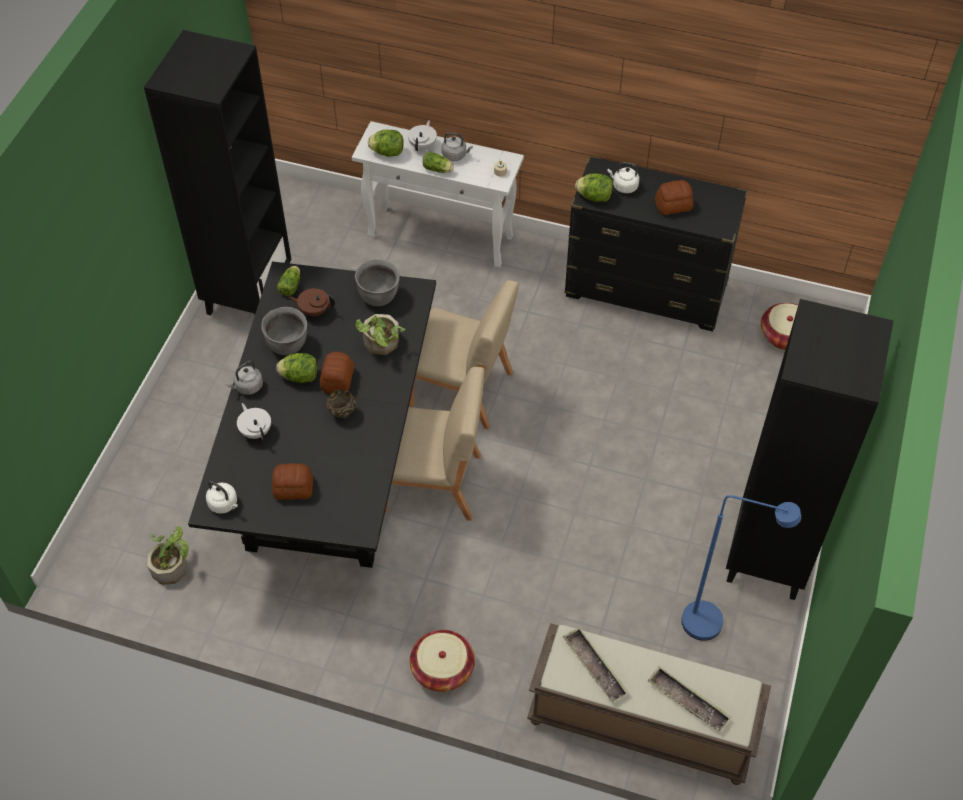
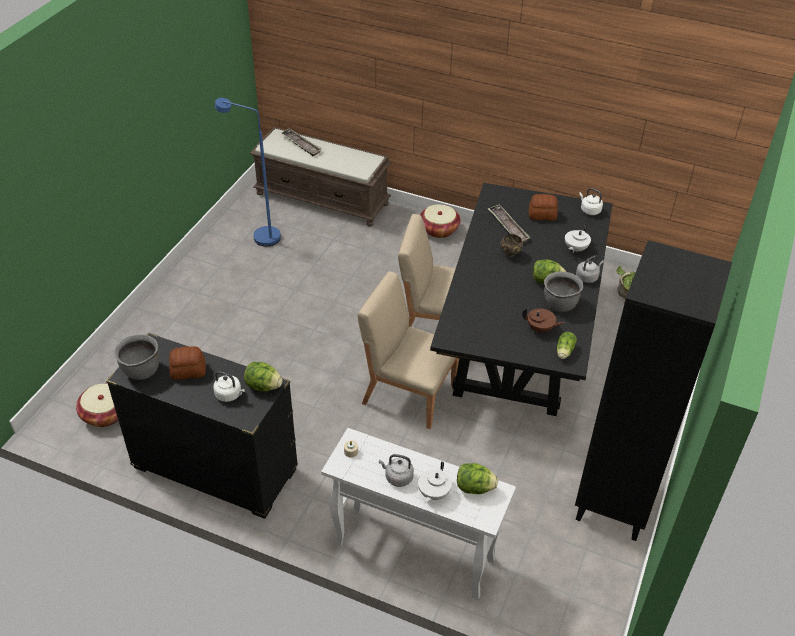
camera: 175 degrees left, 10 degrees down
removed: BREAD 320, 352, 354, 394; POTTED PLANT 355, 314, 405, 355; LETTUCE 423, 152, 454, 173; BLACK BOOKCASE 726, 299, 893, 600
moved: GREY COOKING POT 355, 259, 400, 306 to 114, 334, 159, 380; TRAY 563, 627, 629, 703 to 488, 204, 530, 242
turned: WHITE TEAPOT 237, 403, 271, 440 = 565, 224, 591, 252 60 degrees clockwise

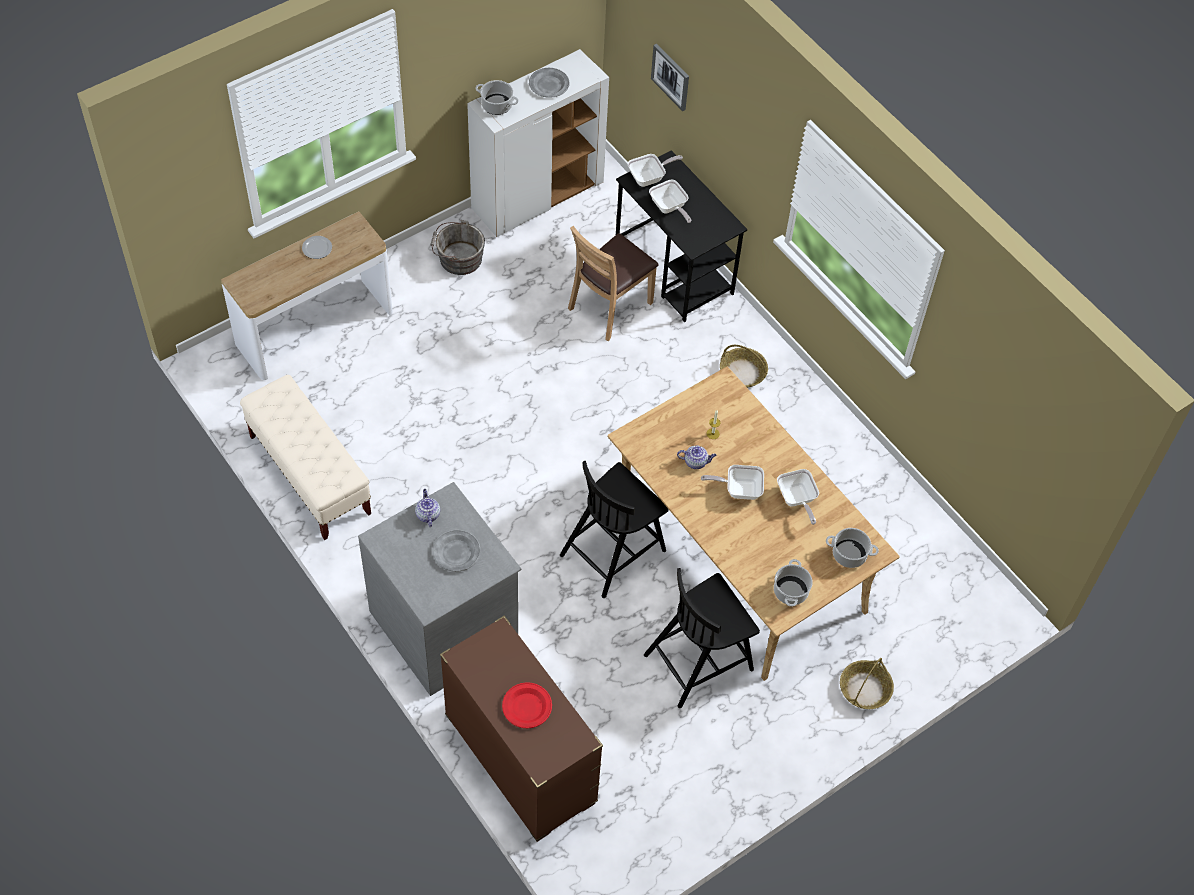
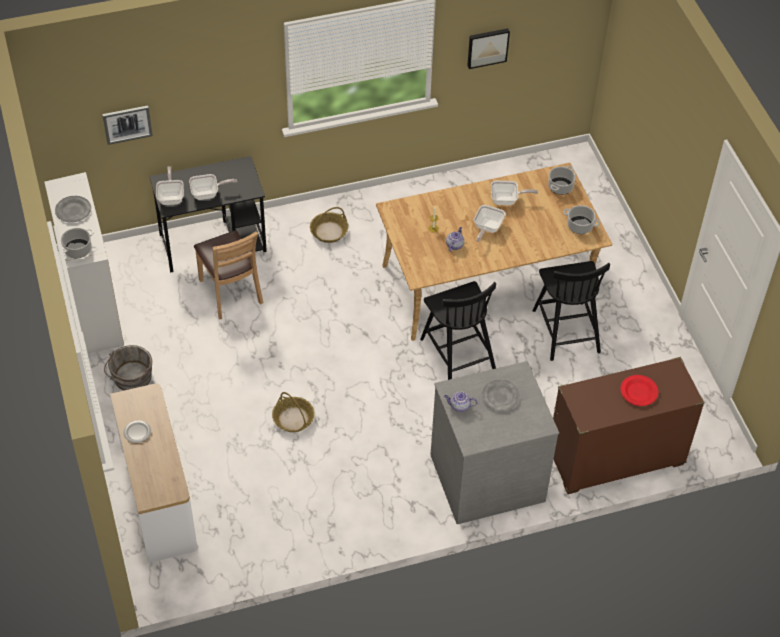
camera: 70 degrees left, 5 degrees down
removed: BEIGE BENCH 240, 375, 371, 540
added: PICTURE 467, 28, 510, 69
moved: BASKET 840, 658, 894, 709 to 272, 392, 315, 432

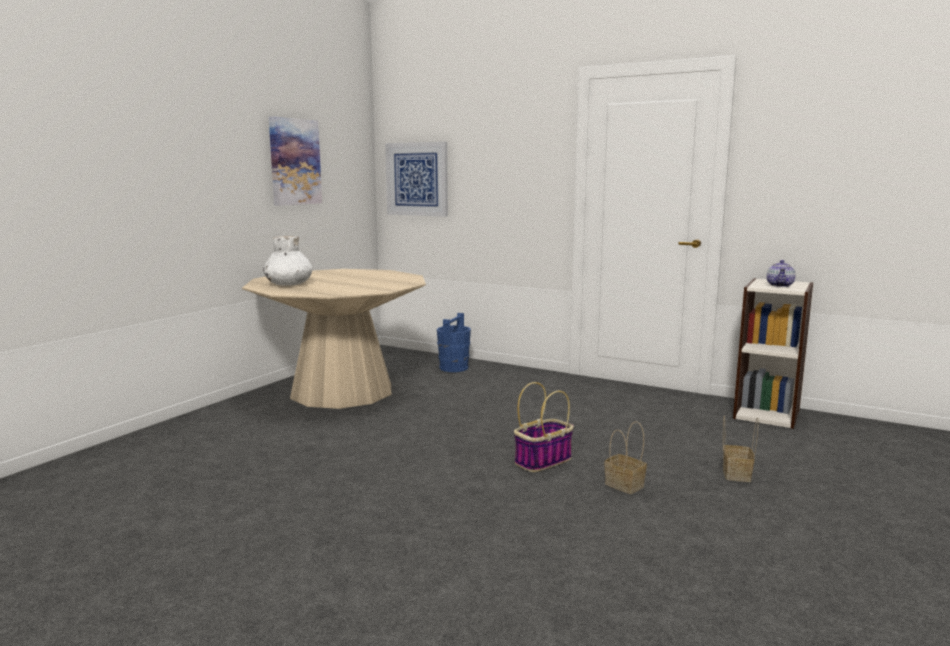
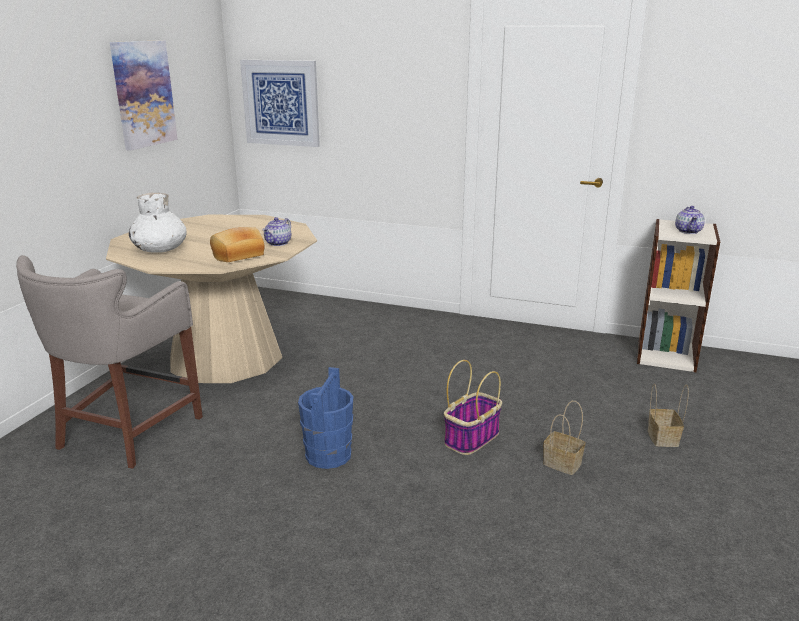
camera: 10 degrees left, 10 degrees up
added: GREY STOOL 16, 255, 203, 468; BREAD 210, 227, 265, 262; TEAPOT 263, 217, 291, 246
moved: BLUE BUCKET 437, 313, 471, 372 to 298, 367, 353, 469

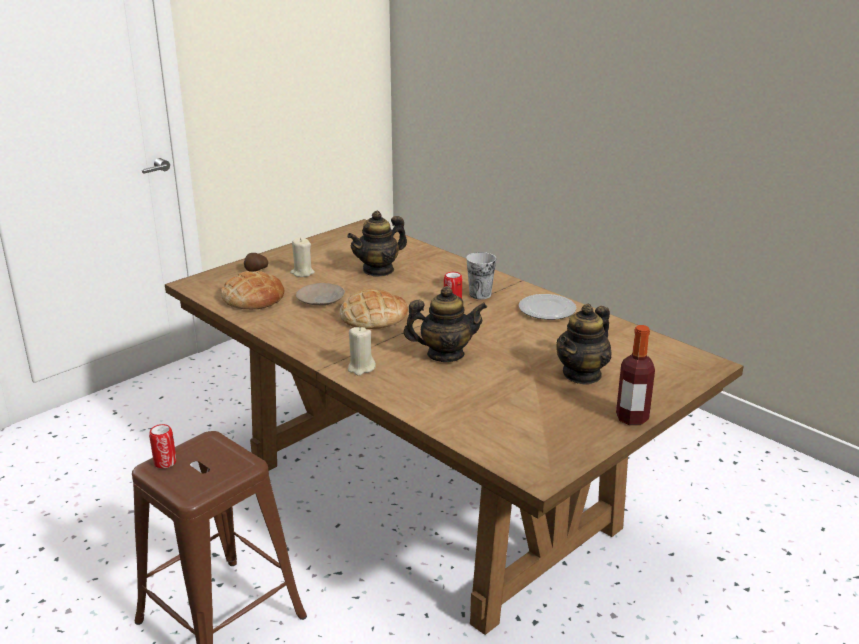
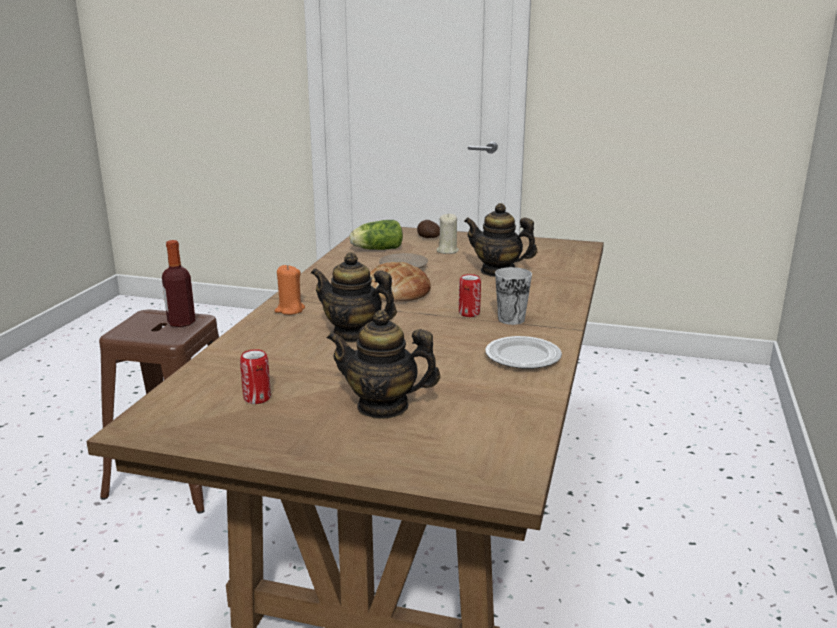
camera: 60 degrees right, 5 degrees down
moved: CAN 149, 424, 176, 468 to 240, 349, 271, 404; BOTTLE 616, 325, 655, 425 to 162, 240, 195, 327
replaced: BREAD 221, 271, 284, 309 to LETTUCE 350, 220, 403, 250
recoloured: BEIGE CANDLE 348, 327, 376, 376 to ORANGE CANDLE 275, 265, 305, 315
turned: TEAPOT 404, 286, 487, 362 = 311, 252, 397, 342 150 degrees clockwise

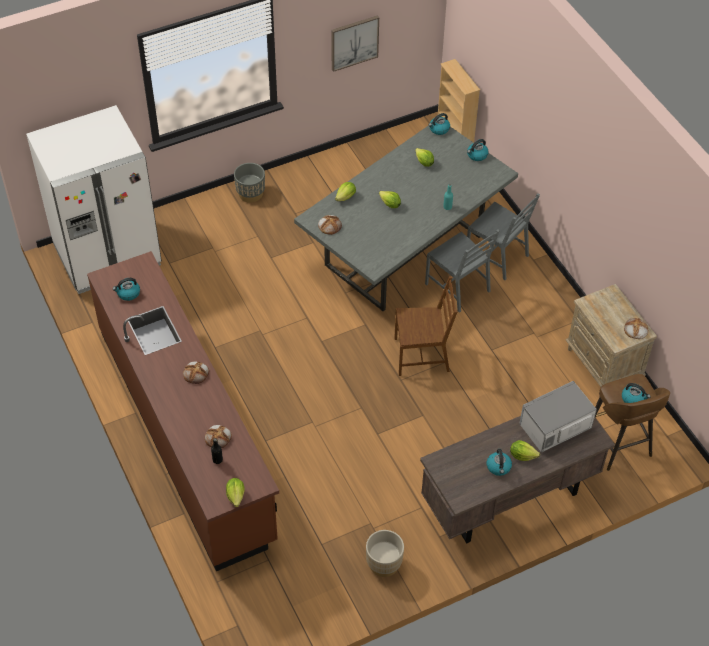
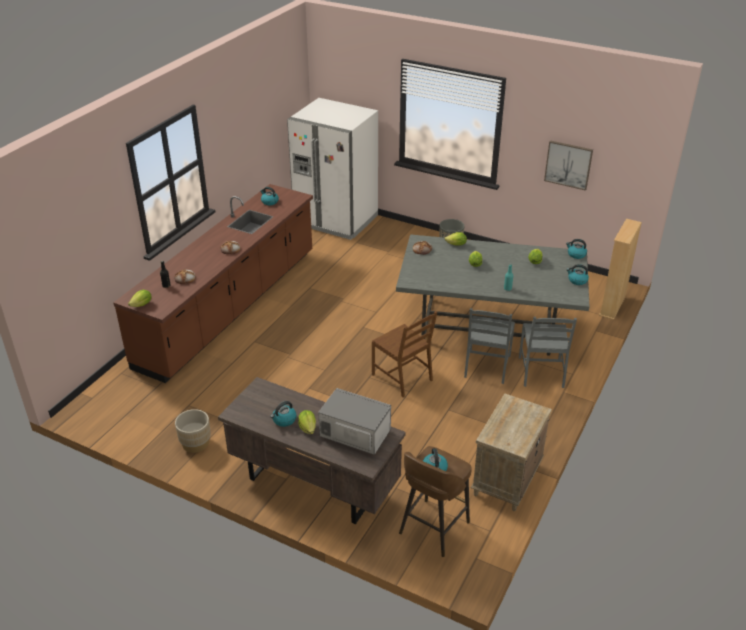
camera: 55 degrees right, 15 degrees down
removed: BREAD 624, 318, 648, 339

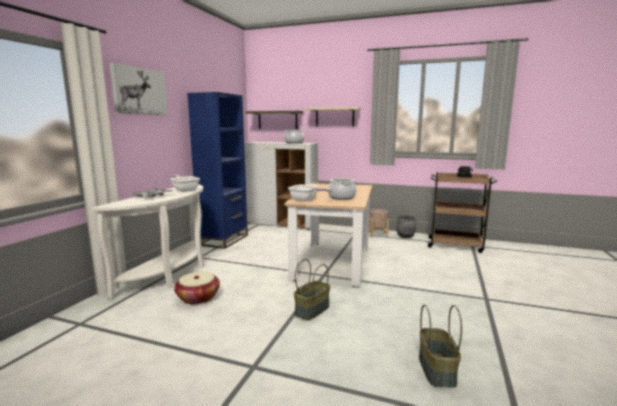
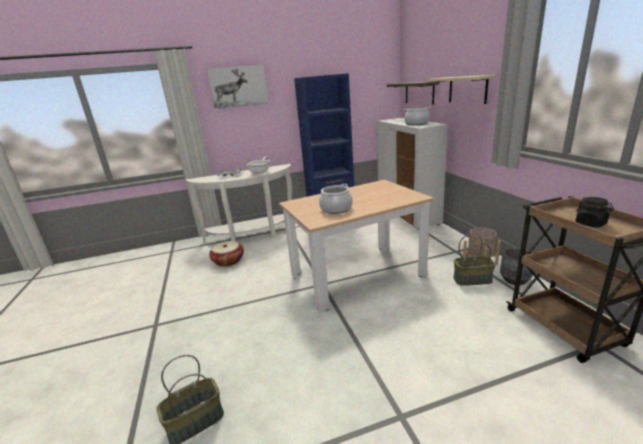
camera: 55 degrees right, 10 degrees up
removed: FRYING PAN 288, 184, 333, 201
moved: BASKET 294, 259, 330, 320 to 453, 234, 496, 286

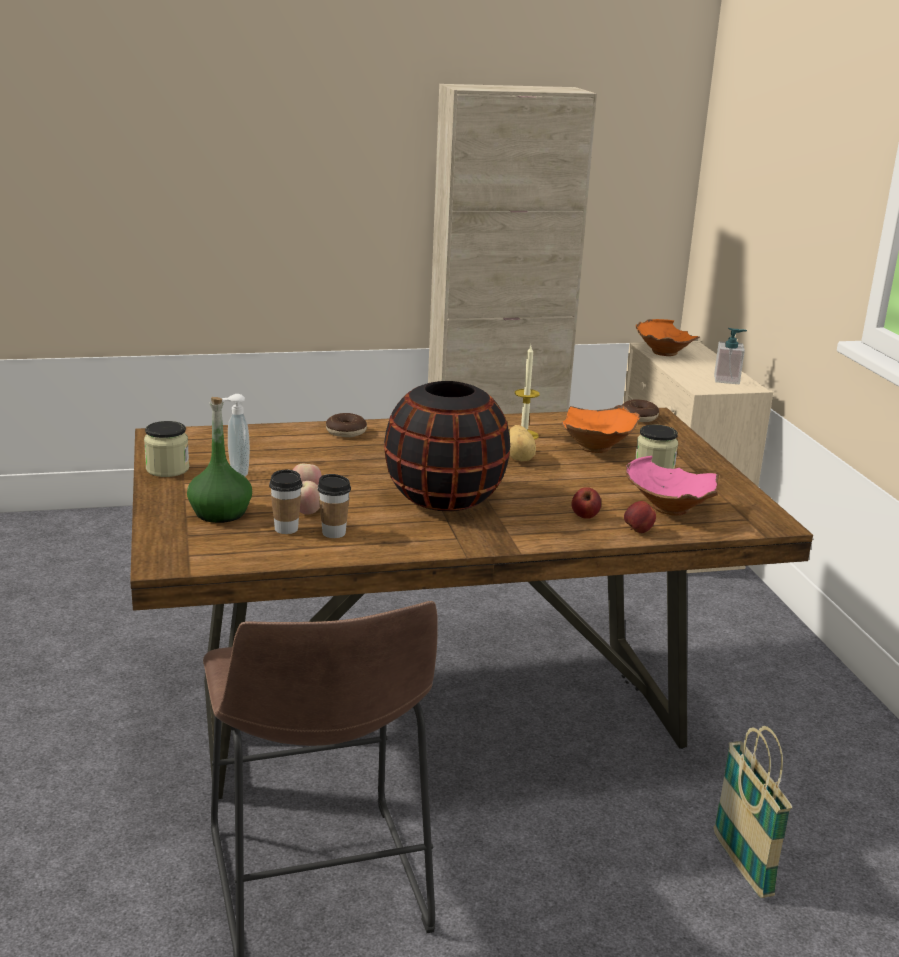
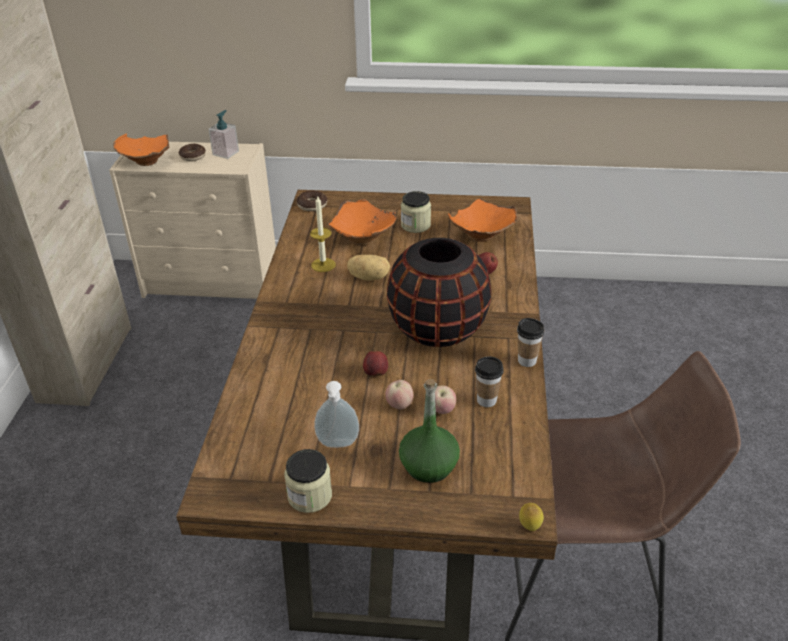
camera: 70 degrees left, 15 degrees up
removed: BASKET 714, 726, 792, 898
added: LEMON 519, 503, 544, 531
moved: CUP 269, 469, 303, 534 to 517, 318, 544, 367; DONUT 326, 413, 367, 437 to 179, 144, 206, 162; APPLE 624, 501, 656, 533 to 363, 351, 388, 377
recoloured: PINK BOWL 626, 456, 719, 516 to ORANGE BOWL 448, 198, 518, 242

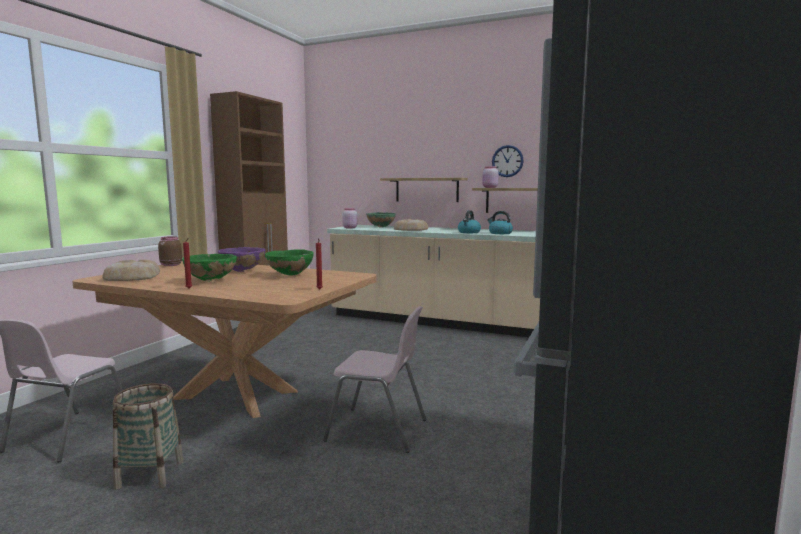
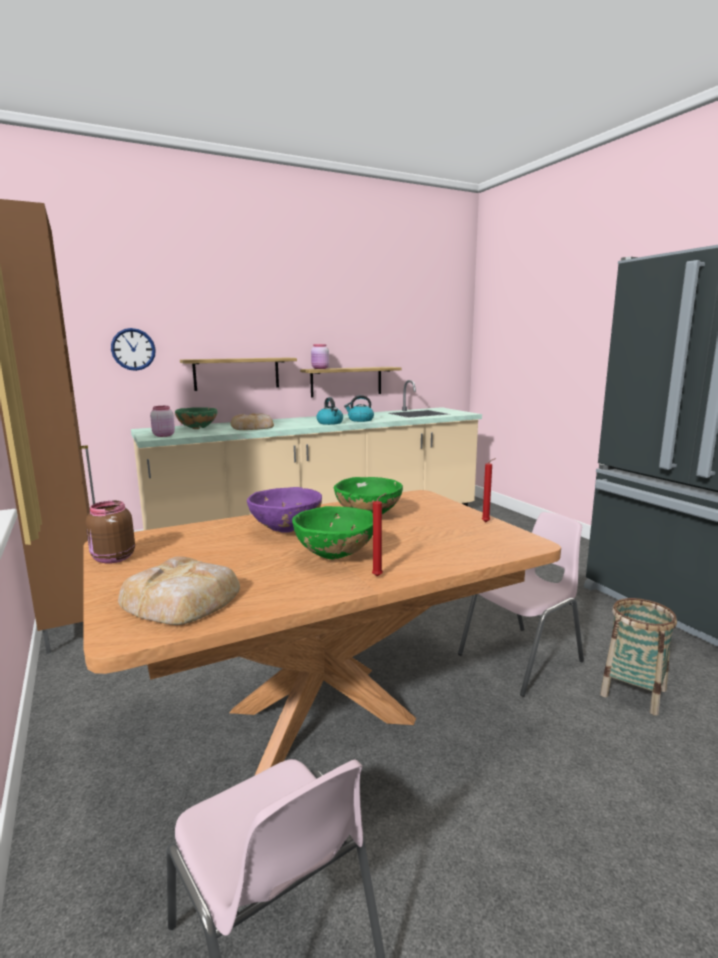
camera: 50 degrees left, 5 degrees up
moved: BASKET 113, 383, 184, 489 to 600, 598, 677, 716; WALL CLOCK 492, 145, 524, 177 to 111, 328, 156, 371

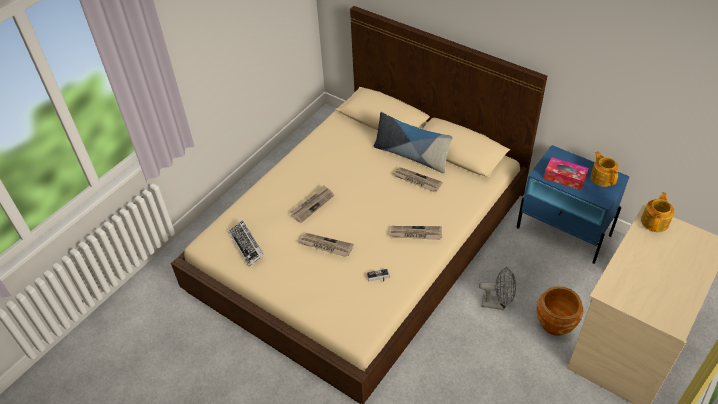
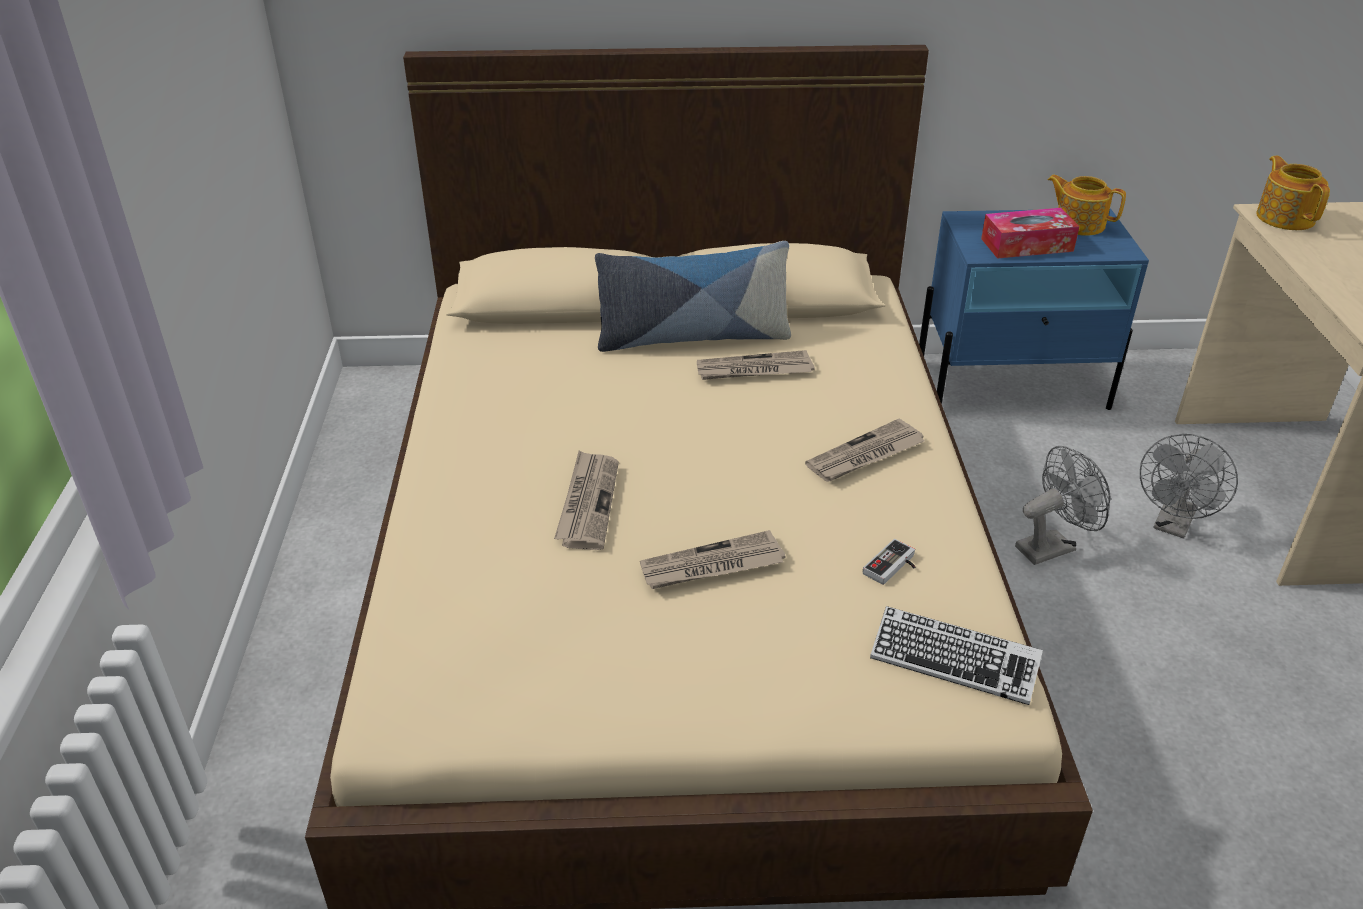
camera: 40 degrees left, 10 degrees down
moved: KEYBOARD 228, 220, 264, 266 to 870, 606, 1043, 705
replaced: BROWN PLANTER 537, 286, 583, 336 to GREY FAN 1140, 434, 1238, 538

